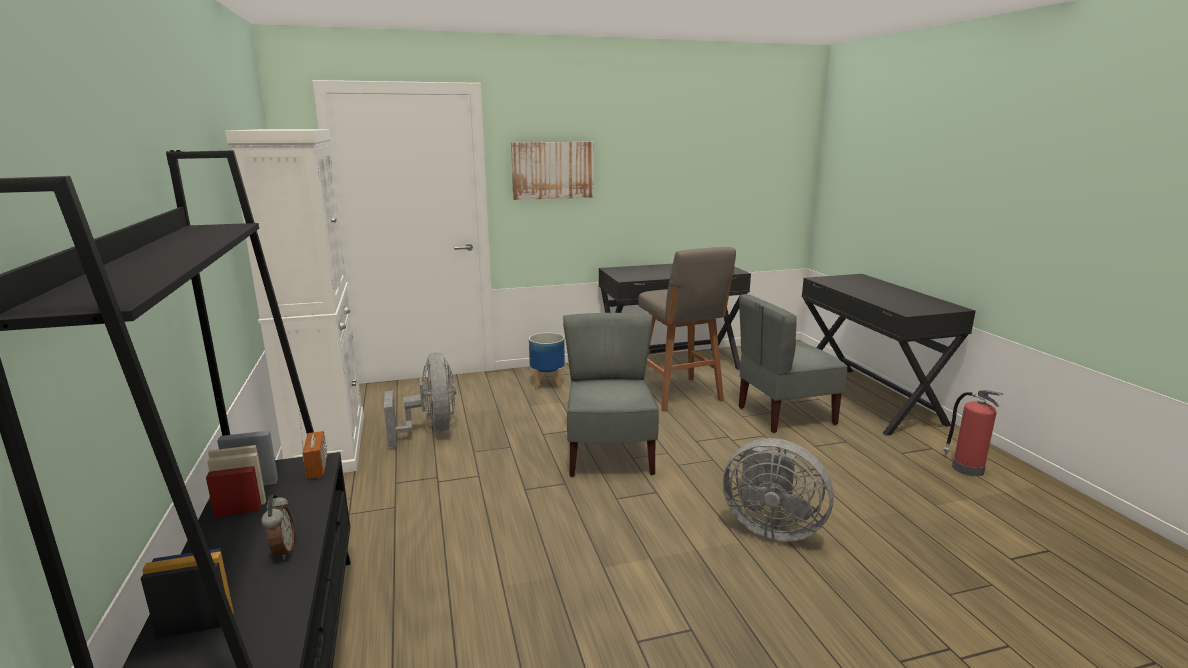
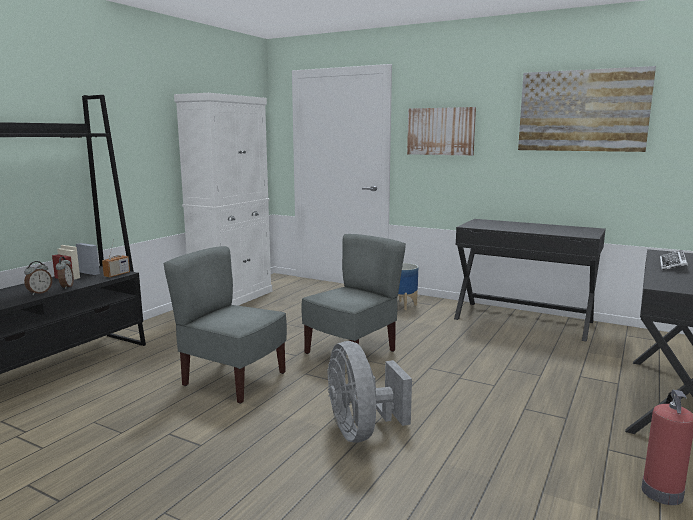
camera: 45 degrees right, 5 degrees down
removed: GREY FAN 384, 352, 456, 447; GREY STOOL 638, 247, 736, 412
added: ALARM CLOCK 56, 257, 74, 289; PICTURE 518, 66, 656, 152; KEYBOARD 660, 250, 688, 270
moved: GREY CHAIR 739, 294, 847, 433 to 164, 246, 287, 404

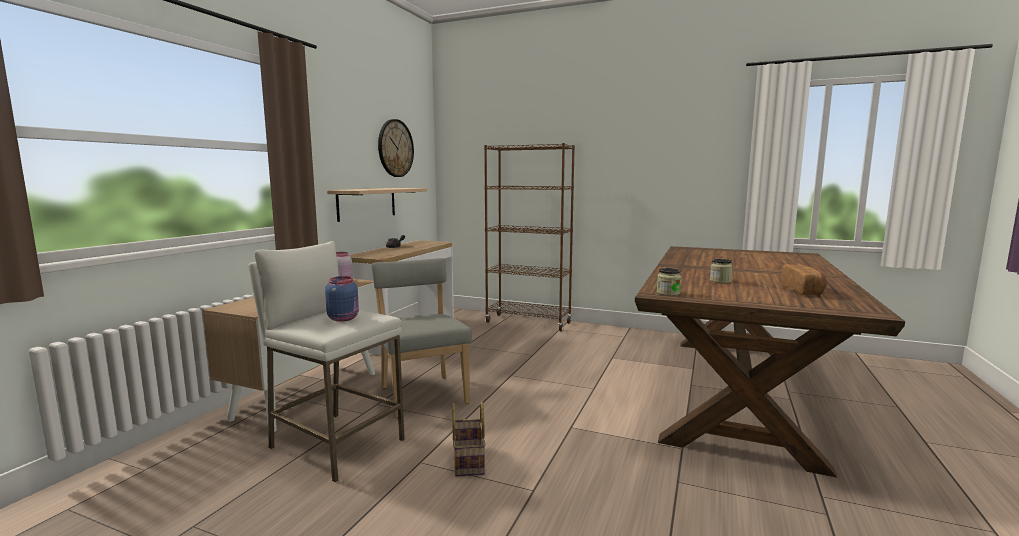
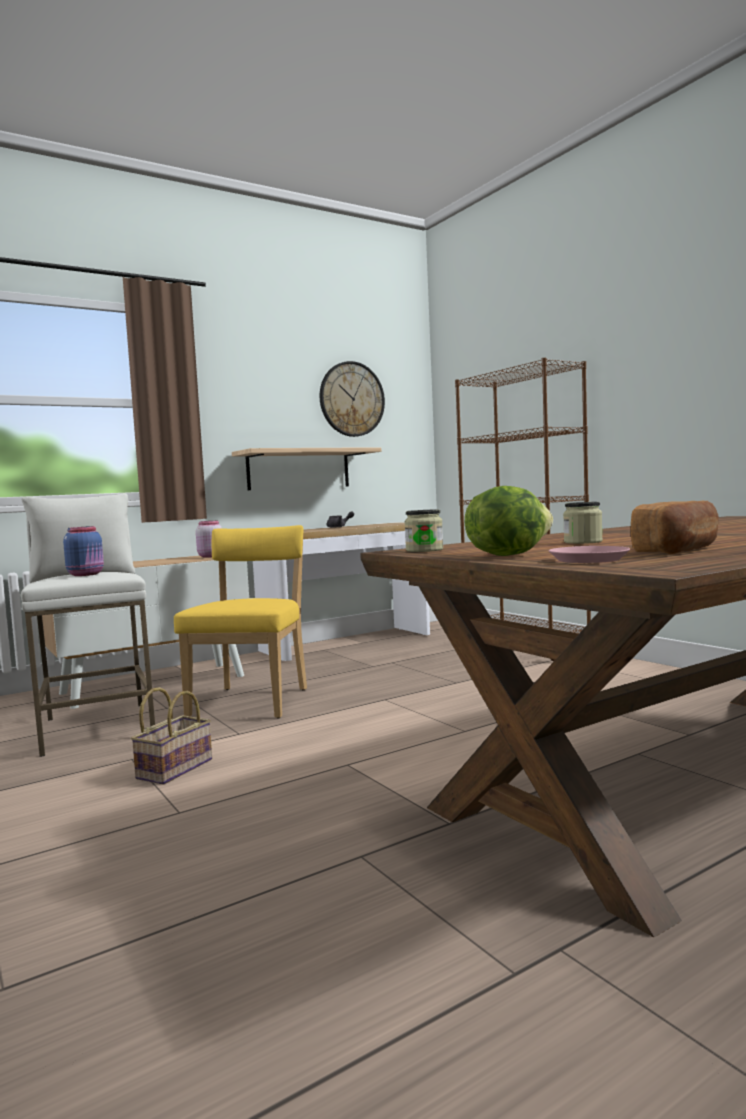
camera: 35 degrees right, 5 degrees down
added: LETTUCE 465, 486, 553, 556; PINK PLATE 549, 546, 630, 563
recoloured: GREY CHAIR 371, 258, 472, 418 to YELLOW CHAIR 174, 525, 307, 718

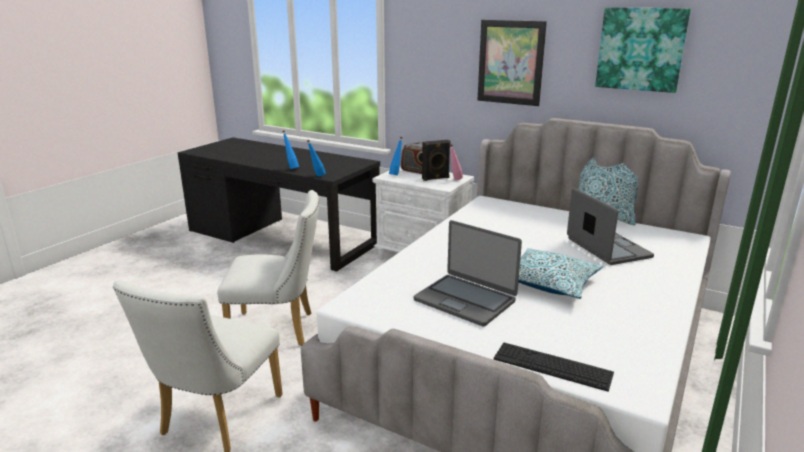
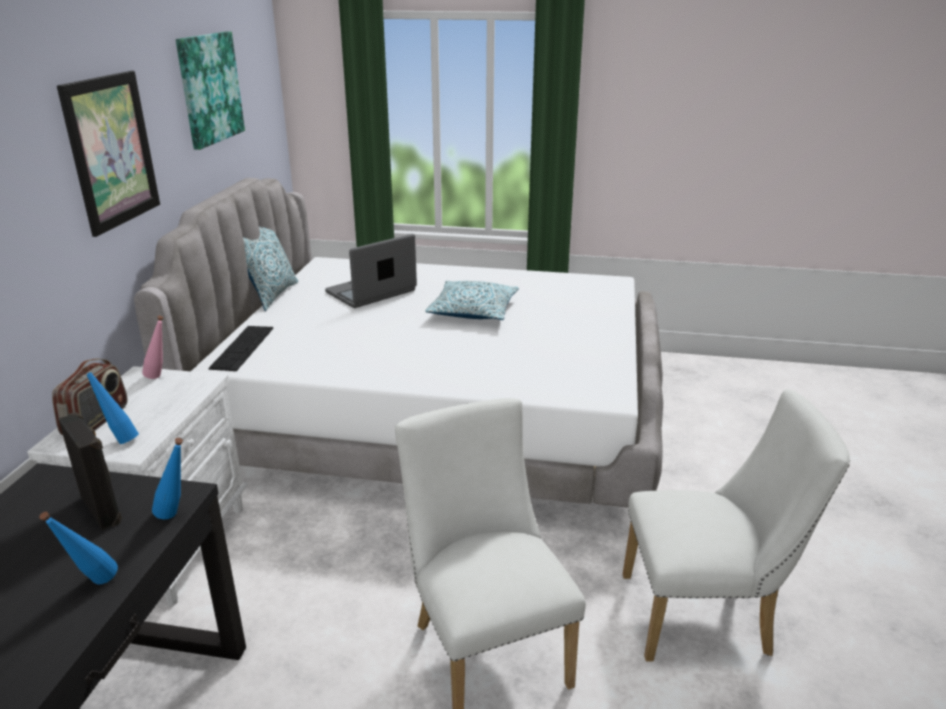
camera: 110 degrees left, 5 degrees up
removed: LAPTOP 414, 220, 522, 327
moved: BLACK SPEAKER 422, 140, 451, 181 to 58, 412, 122, 530; KEYBOARD 494, 343, 614, 392 to 208, 326, 273, 371

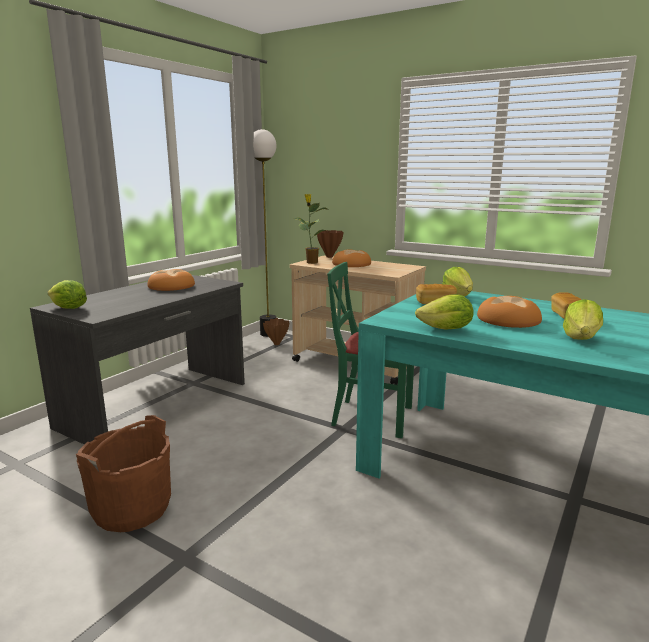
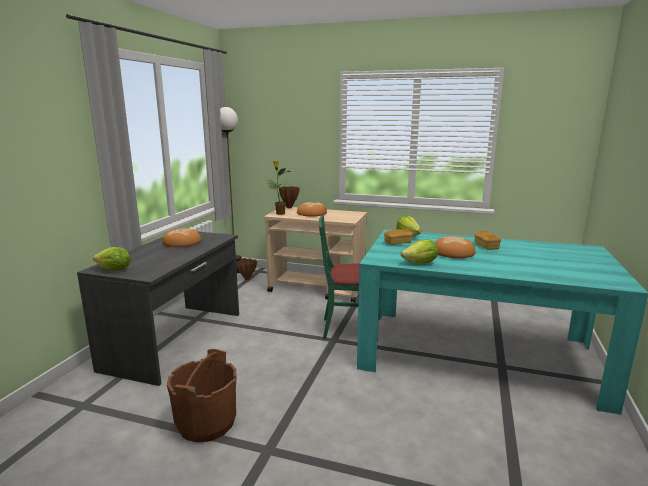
camera: 15 degrees left, 0 degrees up
removed: LETTUCE 563, 299, 603, 340

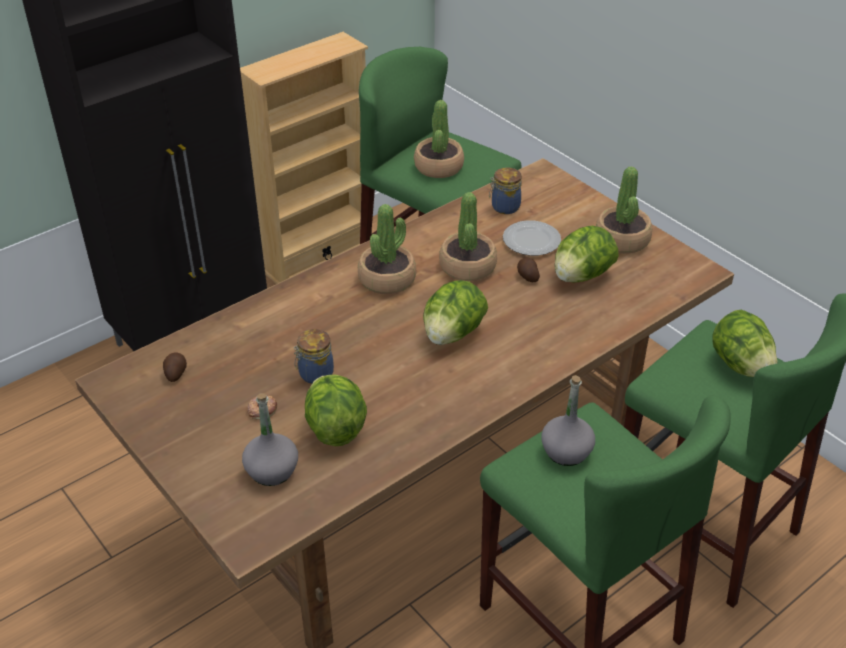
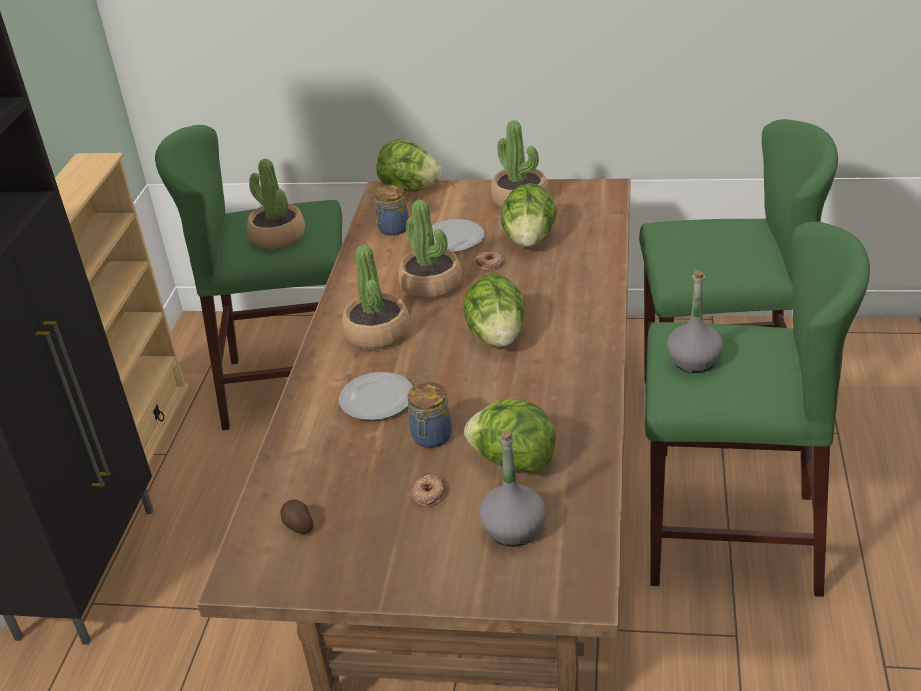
camera: 40 degrees left, 5 degrees down
added: PLATE 339, 372, 413, 420
moved: LETTUCE 712, 310, 777, 377 to 376, 139, 442, 192
replaced: POTATO 517, 258, 540, 282 to DONUT 475, 251, 504, 270

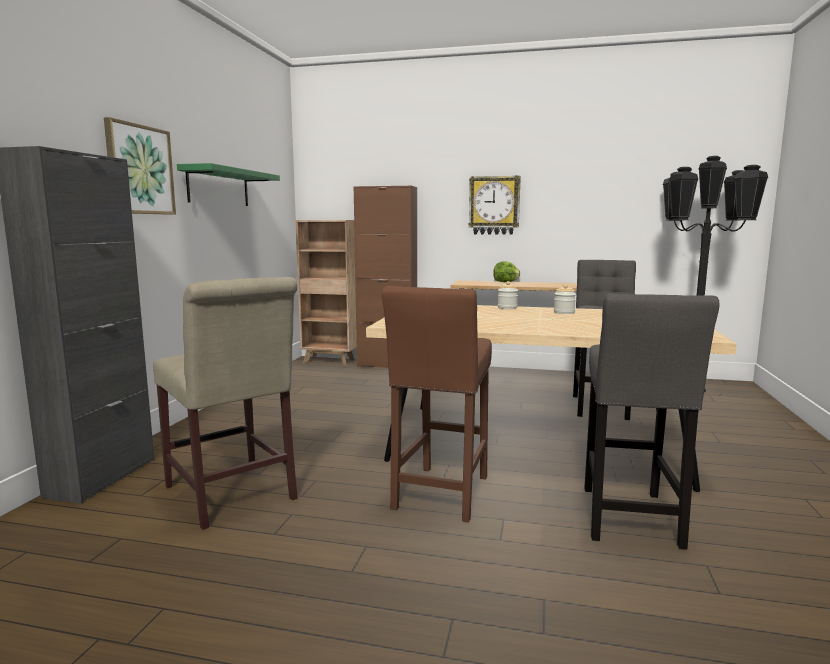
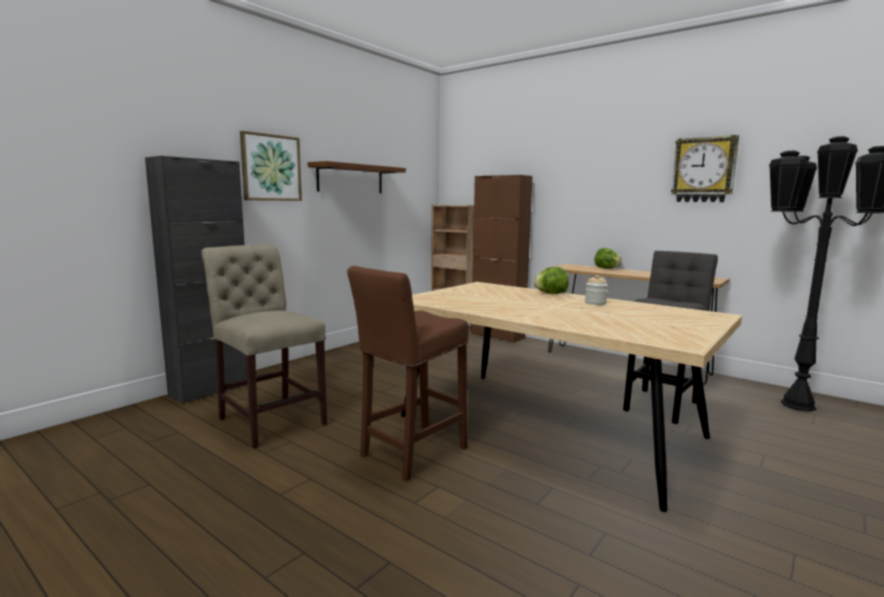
camera: 25 degrees right, 0 degrees up
removed: GREY STOOL 584, 294, 720, 550
moved: WALL CLOCK 468, 175, 521, 235 to 671, 135, 739, 202
replaced: JAR 498, 281, 518, 309 to LETTUCE 533, 267, 569, 294
recoloured: GREEN SHELF 177, 163, 280, 206 to BROWN SHELF 308, 161, 406, 193
turned: BEIGE CHAIR 153, 277, 298, 530 = 201, 244, 327, 449 150 degrees clockwise

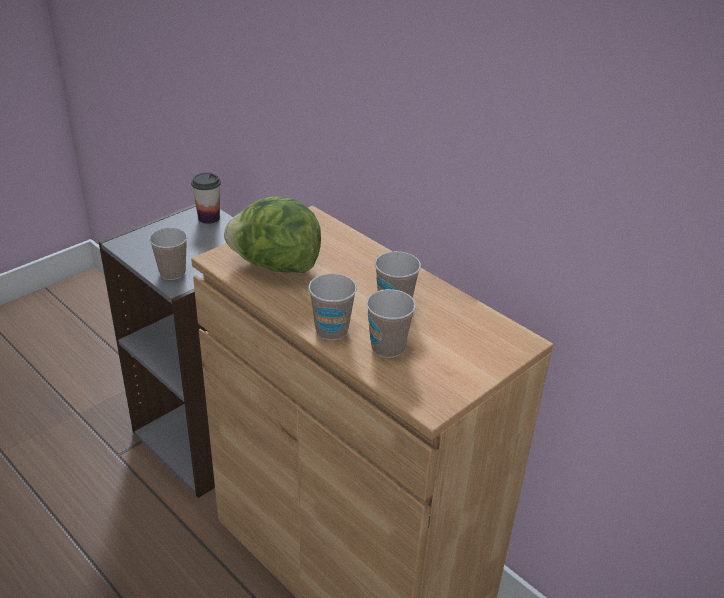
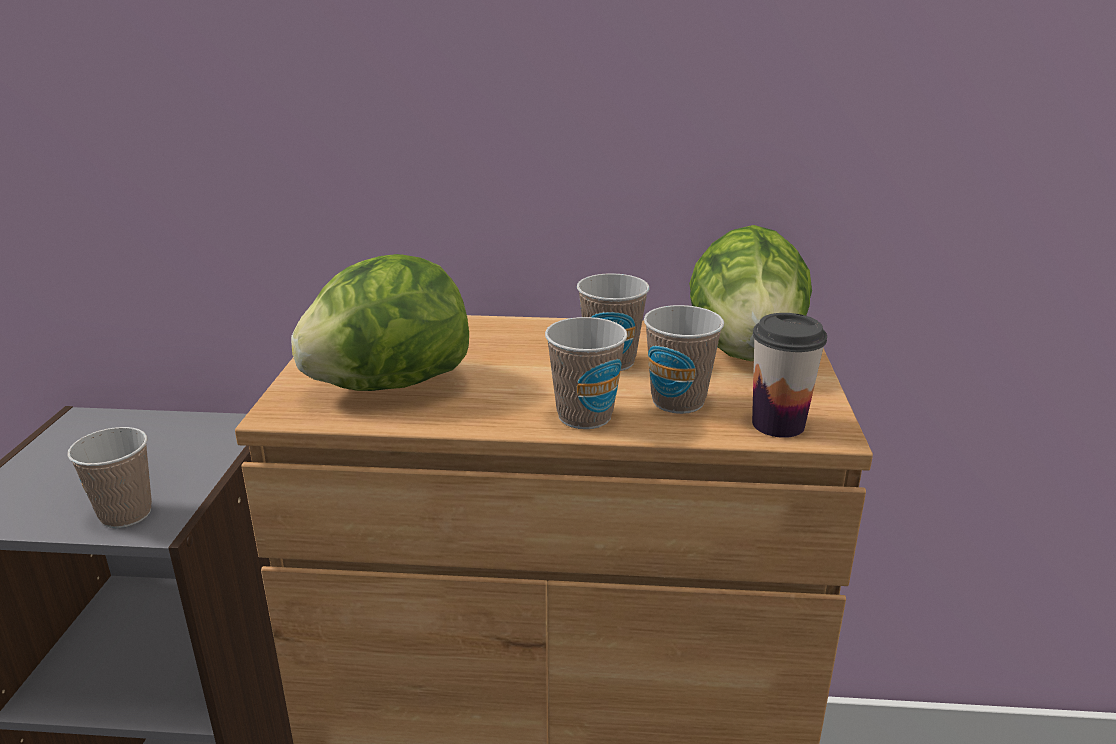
camera: 40 degrees left, 10 degrees down
added: LETTUCE 689, 225, 812, 361
moved: CUP 191, 173, 221, 224 to 752, 313, 827, 438

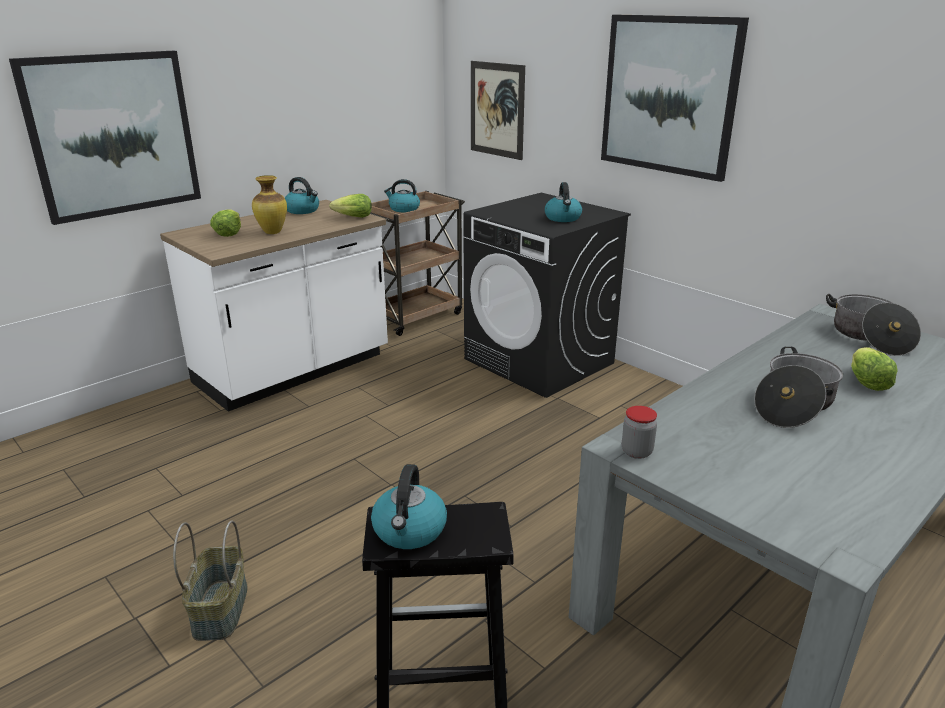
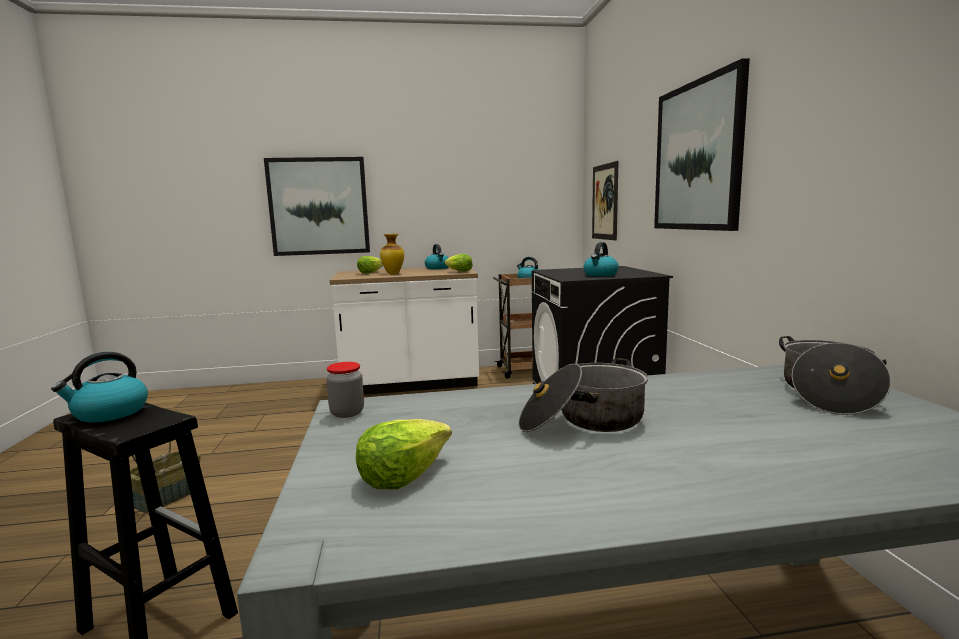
camera: 35 degrees right, 15 degrees down
moved: LETTUCE 851, 347, 898, 391 to 356, 419, 452, 489

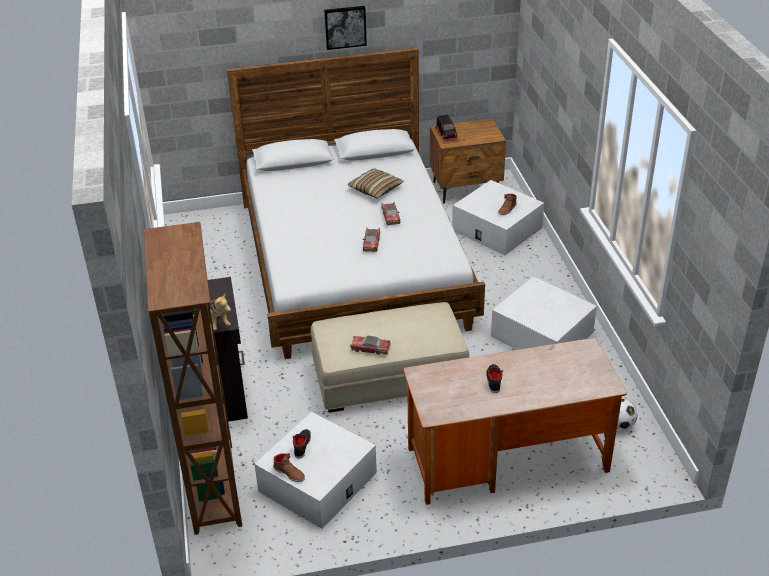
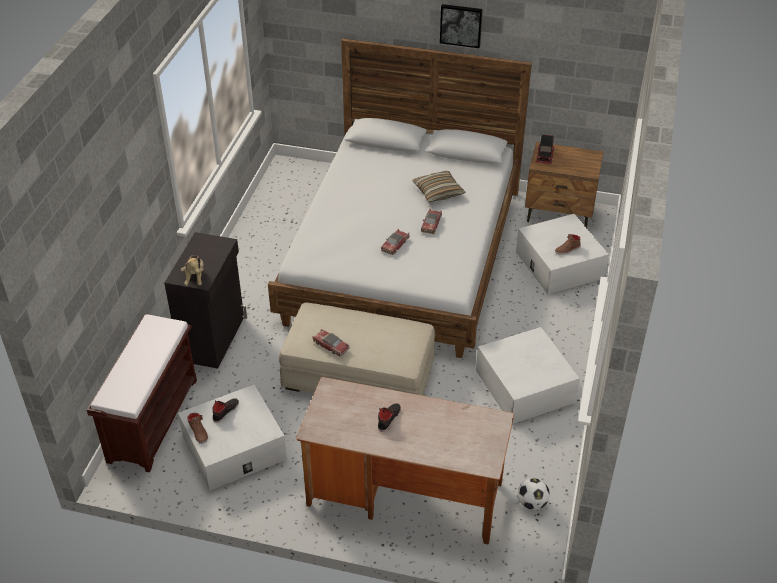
camera: 25 degrees right, 5 degrees up
replaced: BROWN BOOKCASE 144, 222, 242, 535 to BROWN BENCH 87, 314, 197, 472

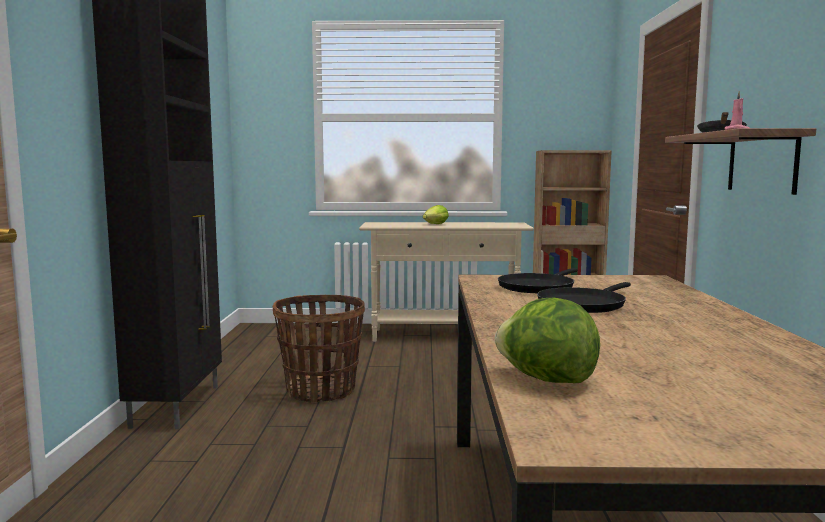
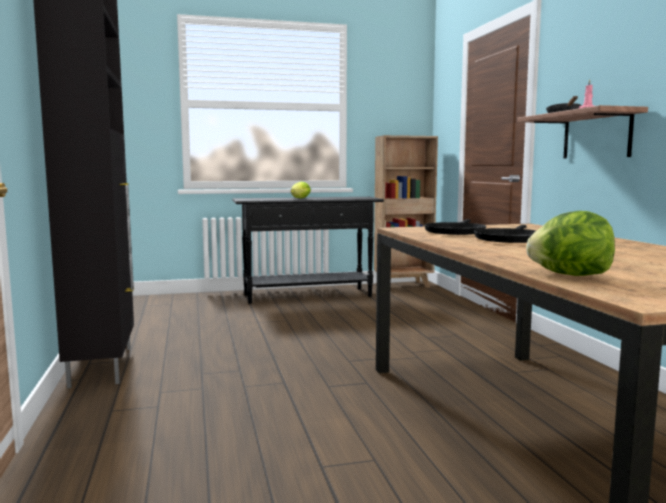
camera: 15 degrees left, 0 degrees up
removed: BASKET 273, 295, 365, 403
recoloured: BEIGE CONSOLE TABLE 359, 222, 534, 342 to BLACK CONSOLE TABLE 232, 197, 384, 304

